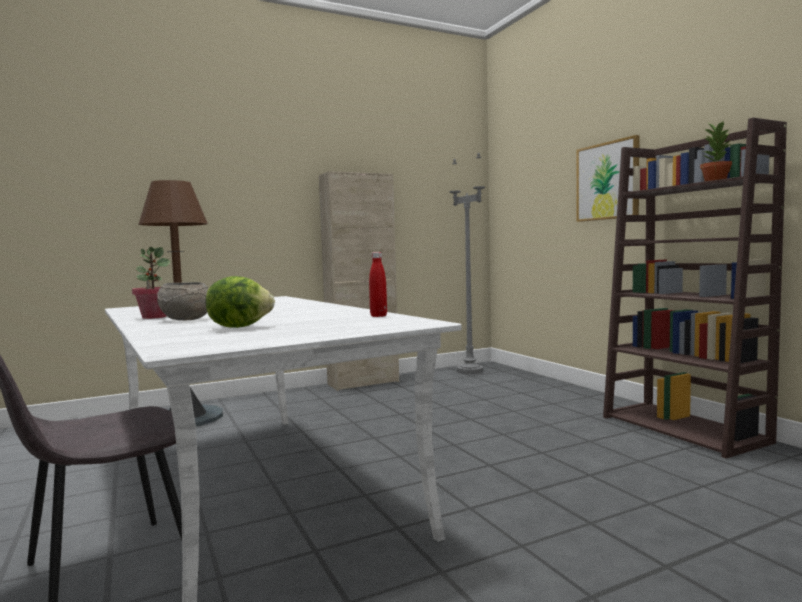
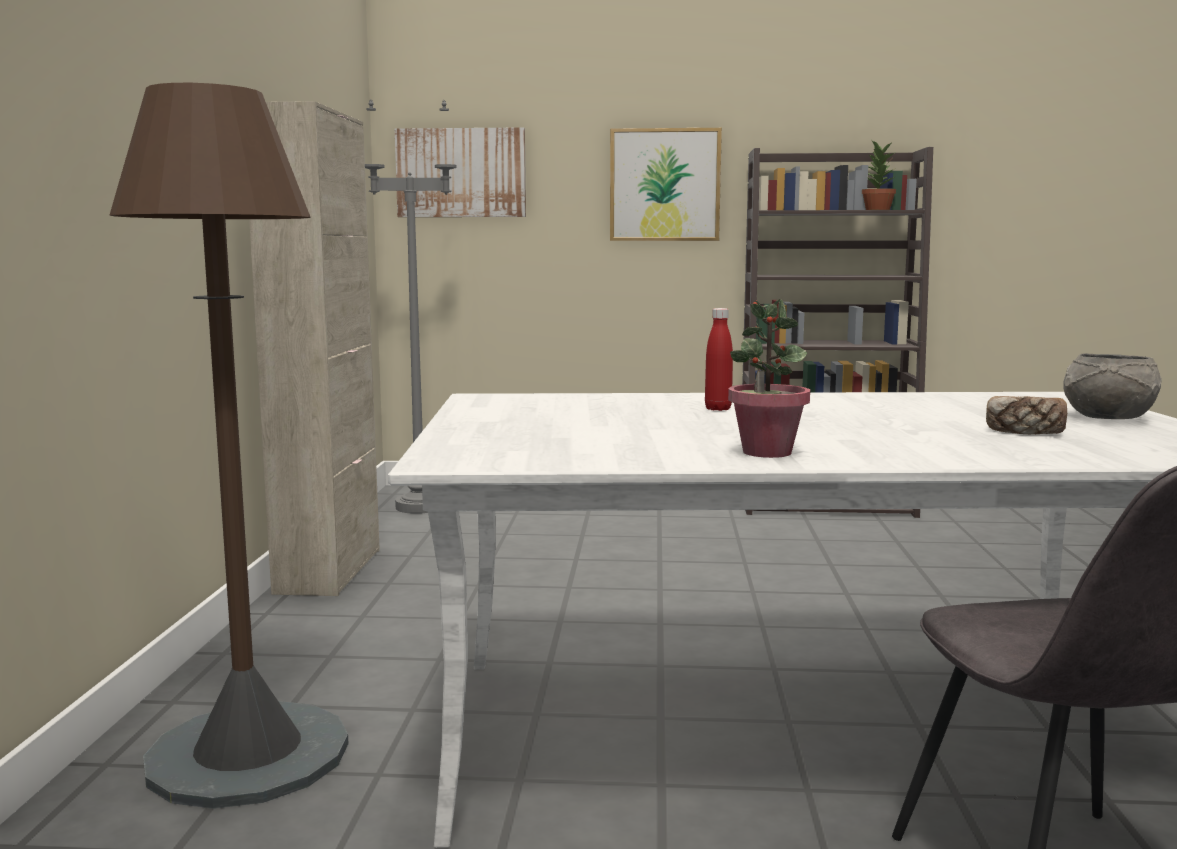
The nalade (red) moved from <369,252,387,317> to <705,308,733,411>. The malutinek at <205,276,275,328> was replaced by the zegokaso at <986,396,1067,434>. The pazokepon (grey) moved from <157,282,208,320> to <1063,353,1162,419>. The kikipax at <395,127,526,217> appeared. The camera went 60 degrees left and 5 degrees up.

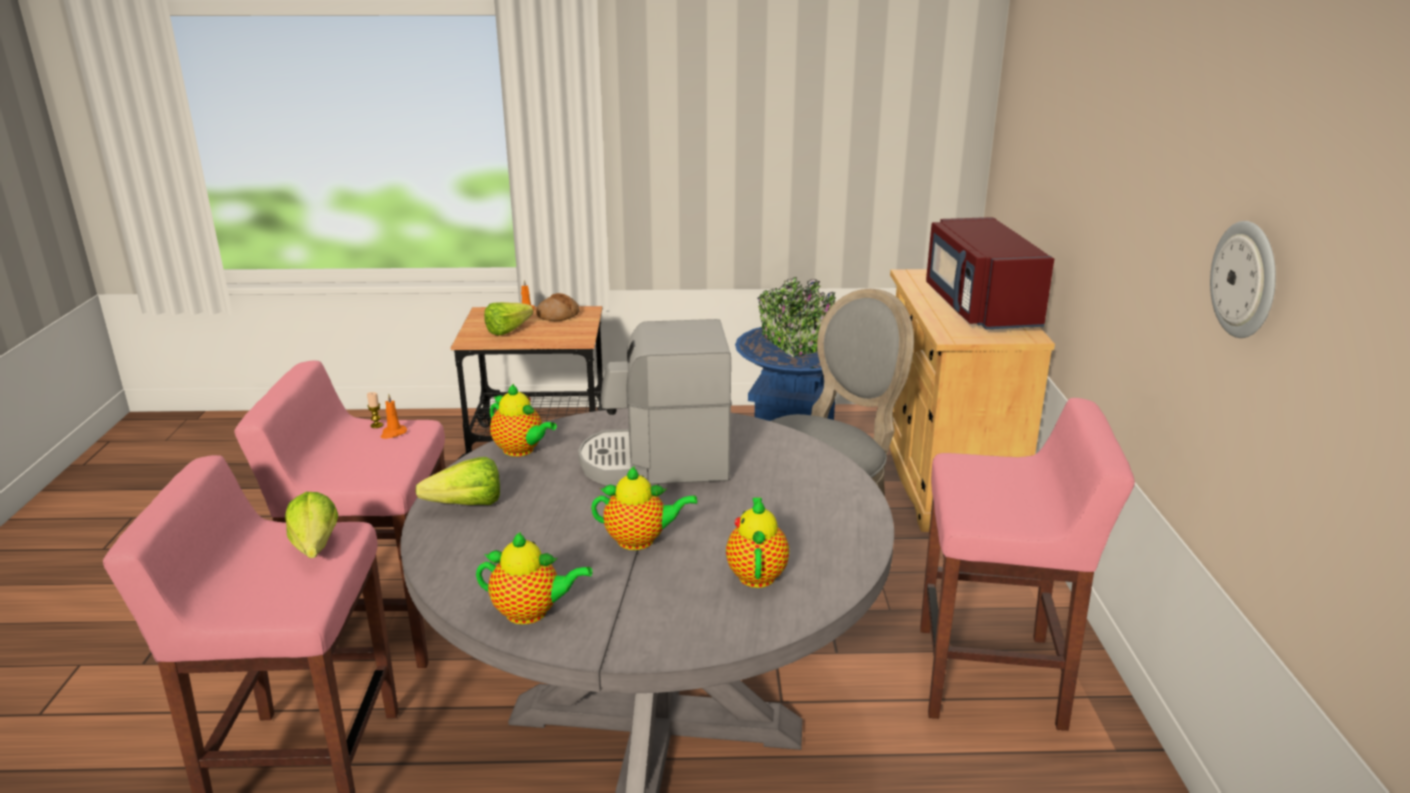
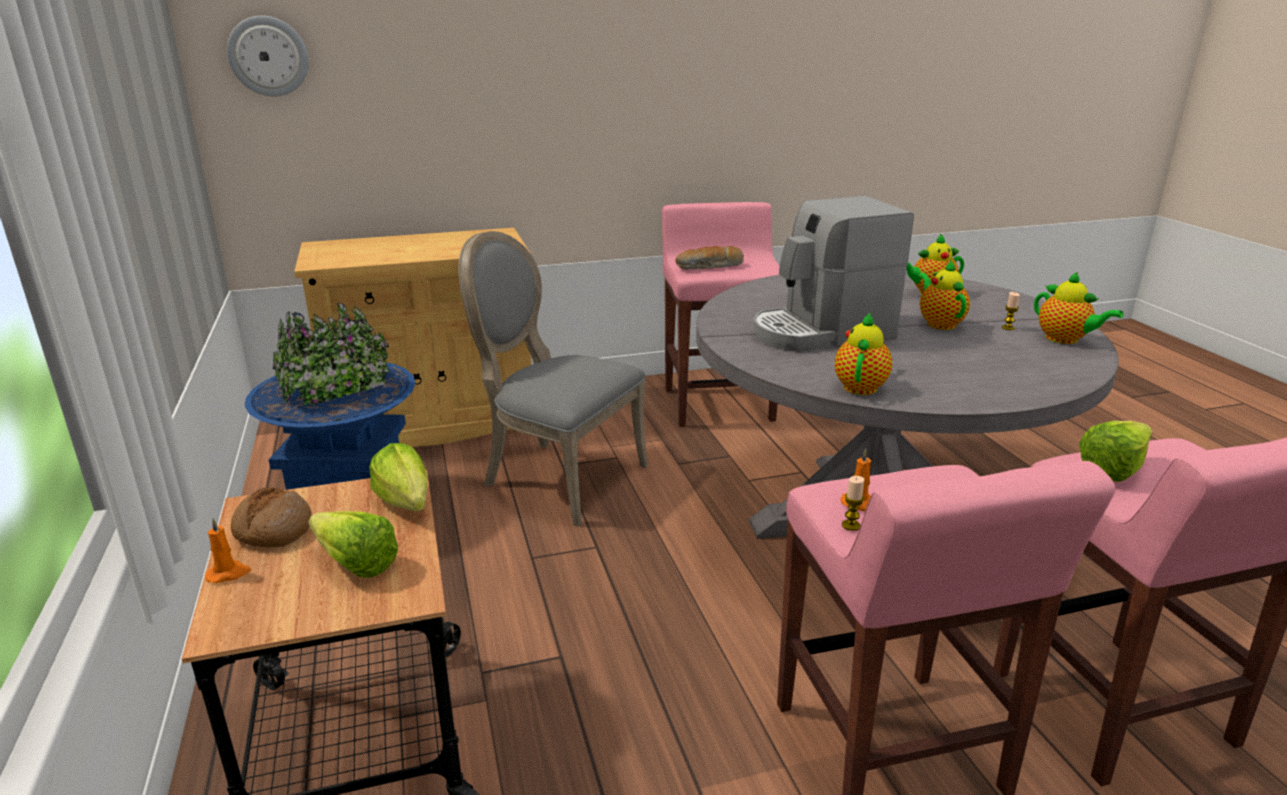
The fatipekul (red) at <926,217,1054,329> disappeared. The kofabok moved from <1210,221,1276,338> to <227,16,309,96>. The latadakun at <578,319,732,486> turned 90 degrees clockwise. The malutinek moved from <415,457,500,505> to <369,443,428,511>. The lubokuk at <476,532,593,624> turned 150 degrees clockwise. The zegokaso at <675,246,744,270> appeared. The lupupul at <1002,292,1020,330> appeared. The camera went 105 degrees left and 0 degrees up.

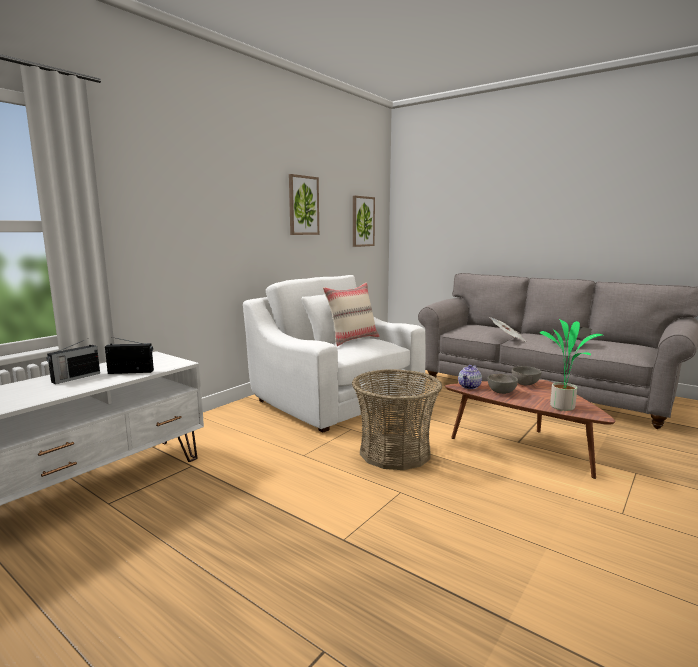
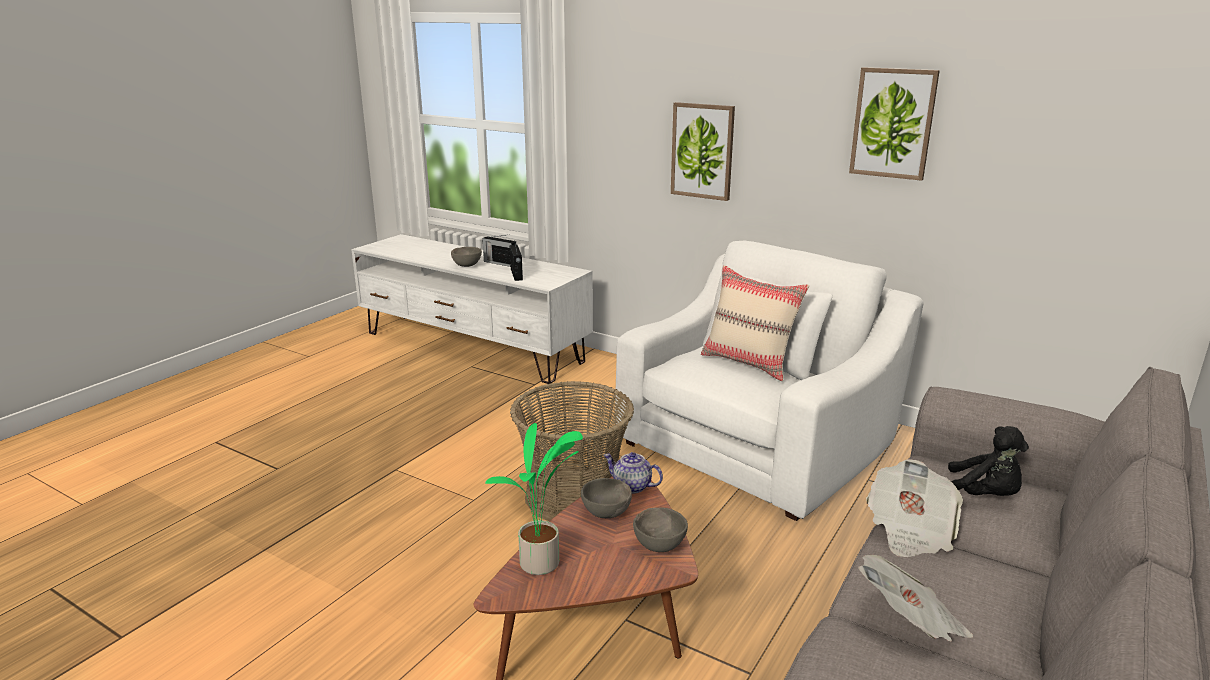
The kikipax moved from <353,196,375,247> to <671,102,735,201>. The pazokepon (grey) at <451,247,482,267> appeared. The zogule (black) at <948,426,1029,496> appeared. The camera went 85 degrees right and 10 degrees up.

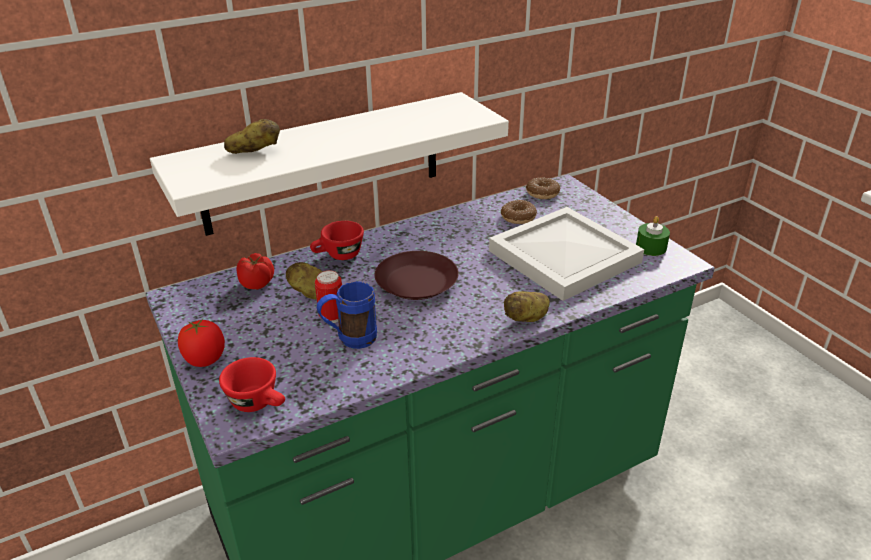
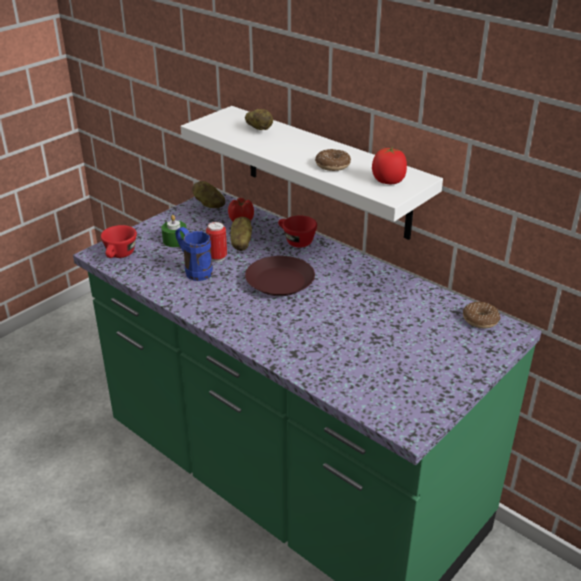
The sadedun moved from <501,200,537,224> to <315,149,351,171>. The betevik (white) at <489,207,644,301> disappeared. The lupupul (green) moved from <636,216,670,256> to <161,215,187,247>. The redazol moved from <504,291,550,322> to <192,181,225,208>. The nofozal moved from <178,318,225,367> to <372,147,407,184>. The camera went 70 degrees right and 0 degrees up.

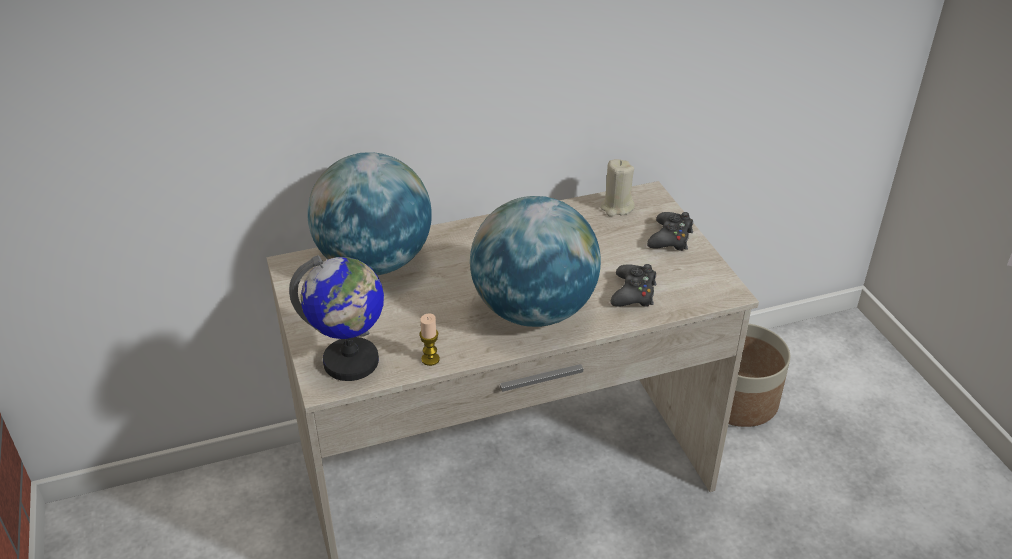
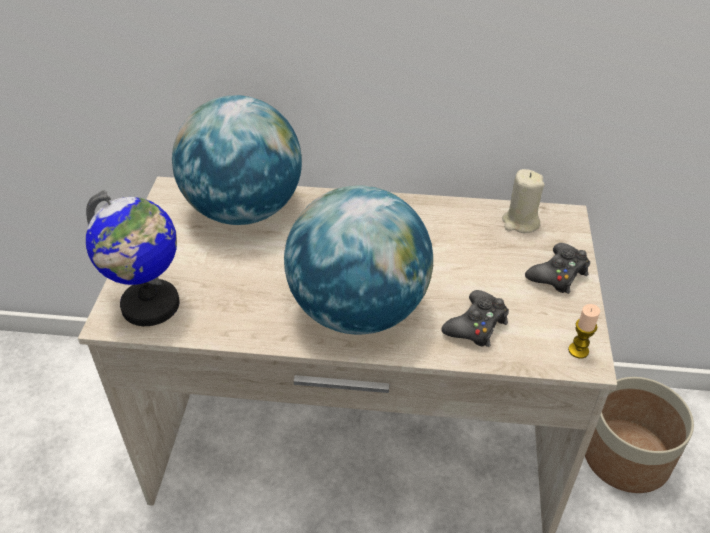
The lupupul moved from <419,313,440,366> to <568,304,600,359>. The camera went 25 degrees right and 5 degrees up.

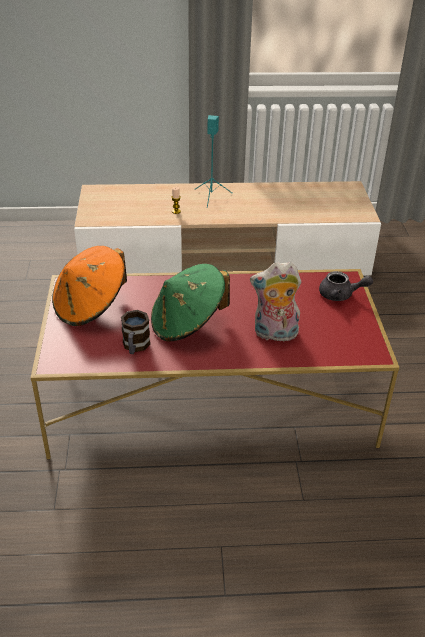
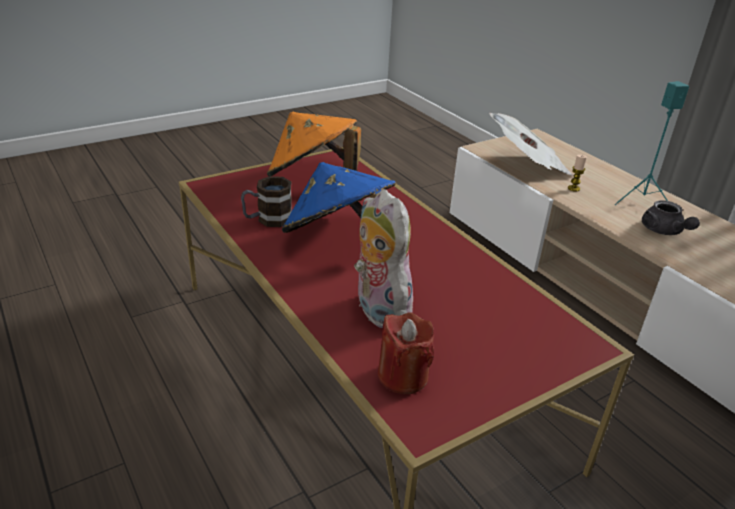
The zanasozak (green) at <151,264,230,342> became the zanasozak (blue) at <282,162,396,233>. The lubokuk (grey) moved from <319,271,373,301> to <642,200,700,235>. The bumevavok at <489,113,573,176> appeared. The lupupul (red) at <378,312,434,394> appeared. The camera went 60 degrees right and 5 degrees down.

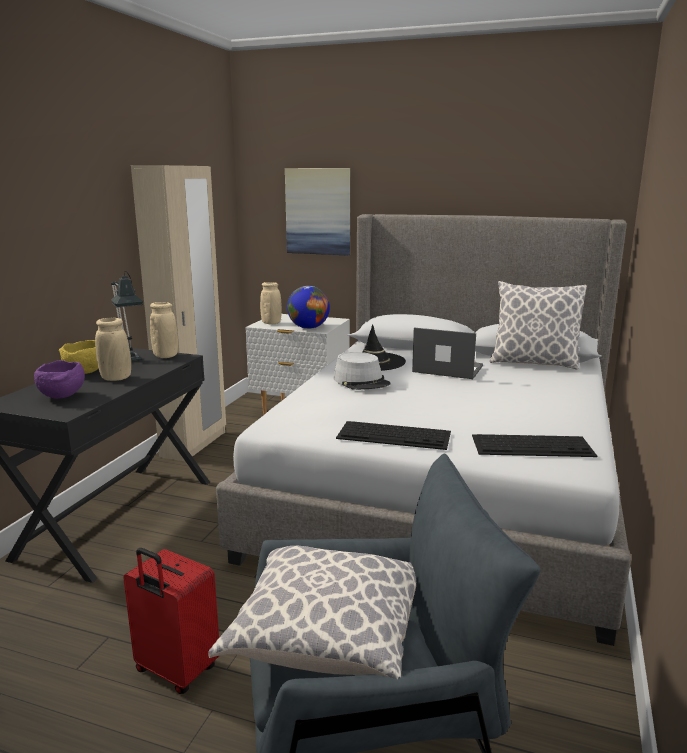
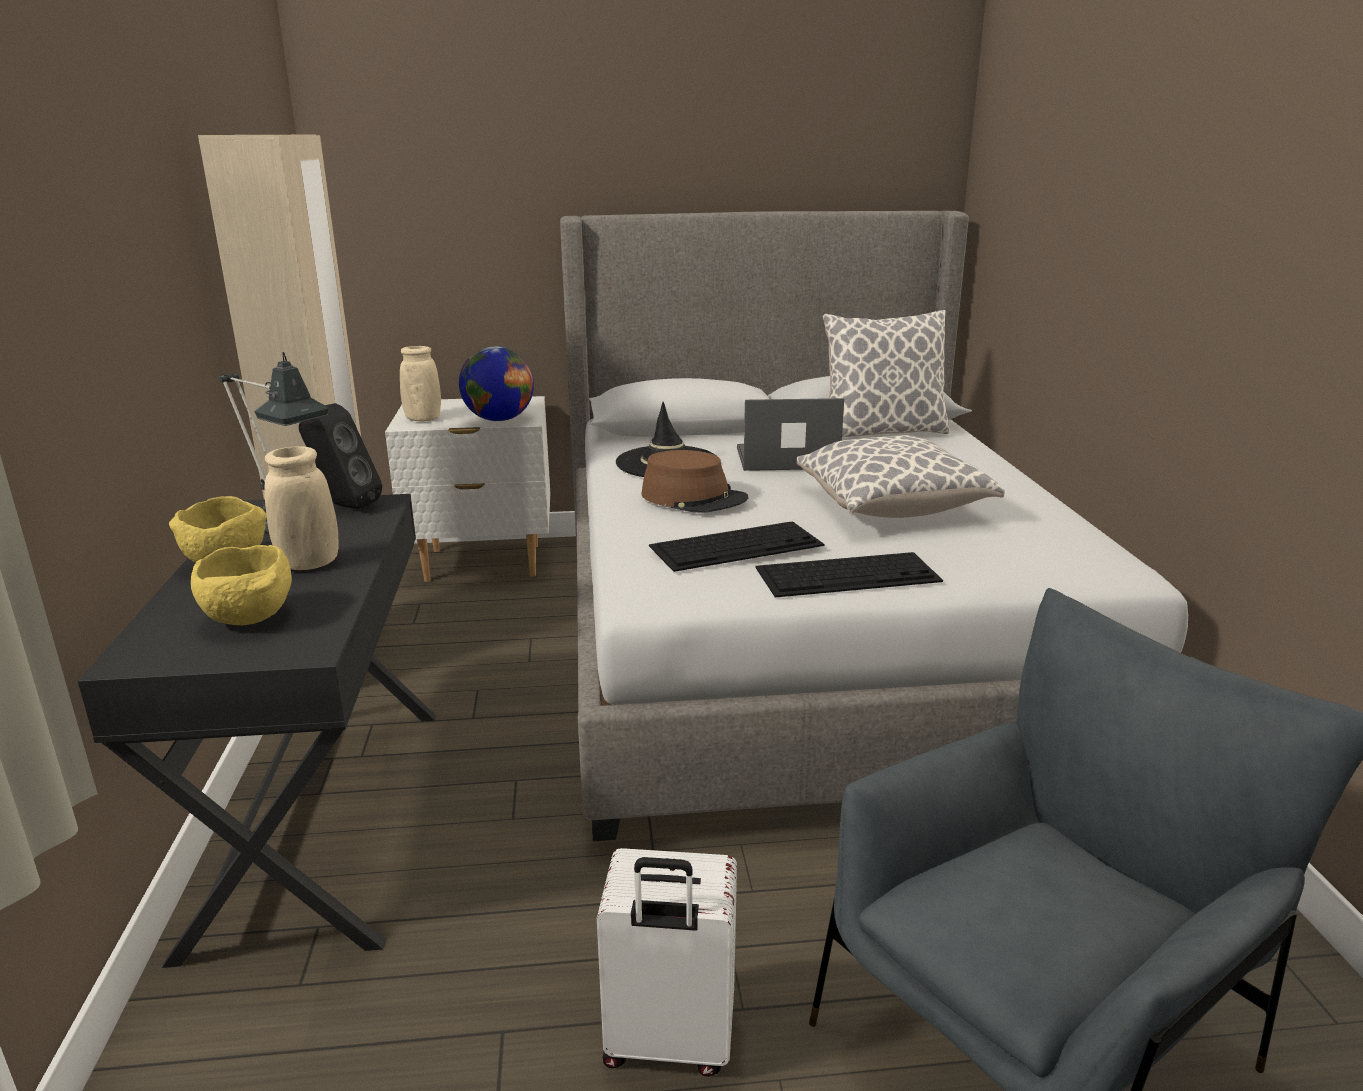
The kikipax at <285,168,350,255> disappeared. The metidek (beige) at <150,302,178,358> was replaced by the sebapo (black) at <299,403,382,509>. The zanasozak (grey) at <333,352,391,390> became the zanasozak (brown) at <641,450,748,513>. The pazokepon (purple) at <34,360,85,399> became the pazokepon (yellow) at <191,545,292,625>. The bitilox moved from <472,434,597,457> to <649,521,825,572>. The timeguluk moved from <208,546,416,679> to <797,435,1004,518>. The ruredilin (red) at <123,548,219,694> became the ruredilin (white) at <597,848,737,1077>. The camera went 25 degrees left and 5 degrees up.

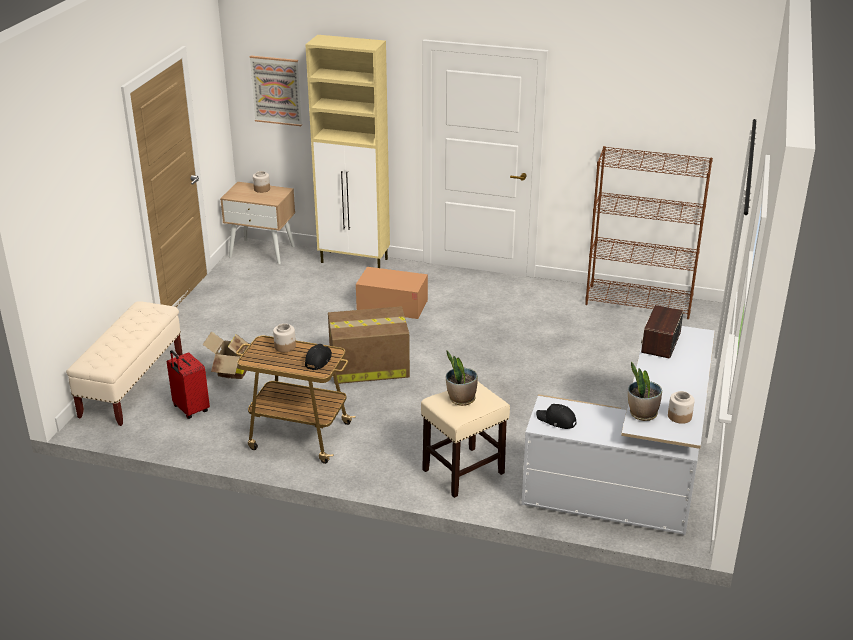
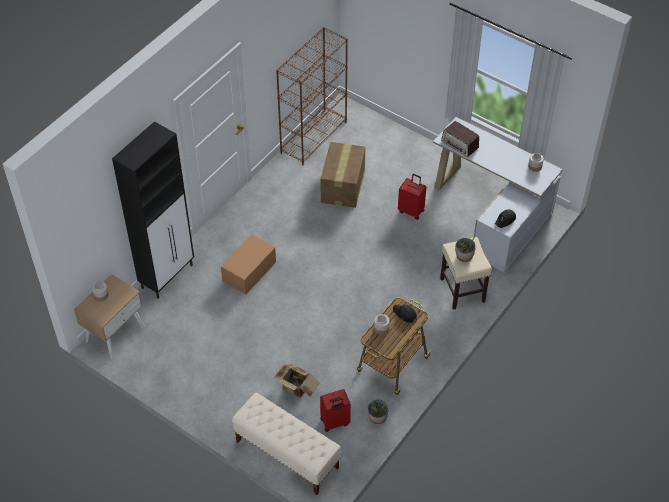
The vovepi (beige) at <305,35,390,268> became the vovepi (black) at <112,121,194,299>. The kikipax at <249,56,302,126> disappeared. The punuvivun moved from <328,306,410,384> to <320,142,365,208>. The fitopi moved from <628,362,662,421> to <368,399,388,425>. The ruredilin (red) at <398,174,426,220> appeared. The camera went 70 degrees left and 20 degrees up.

